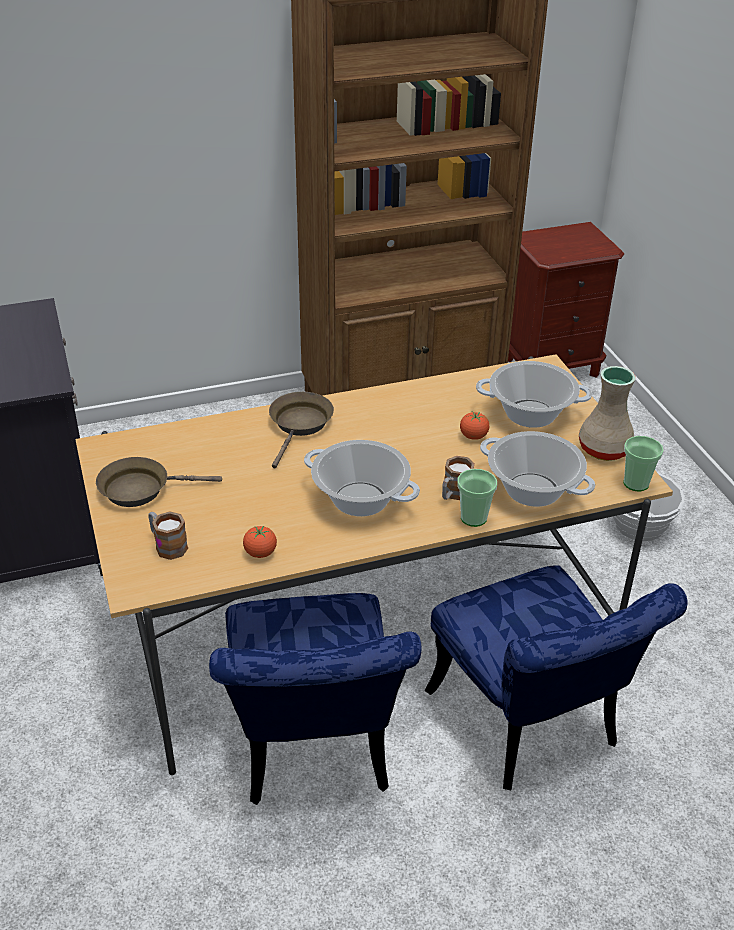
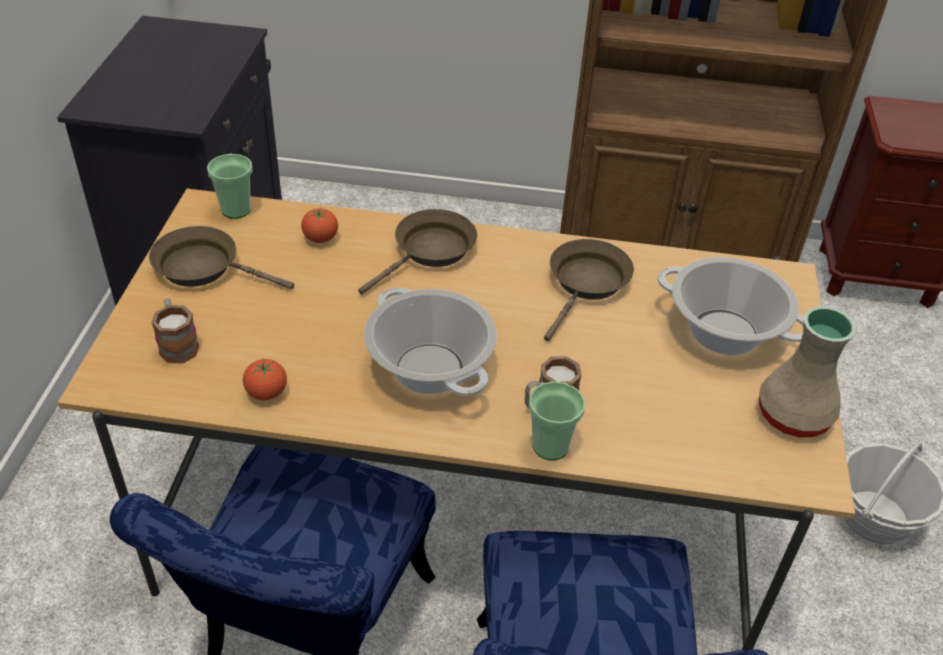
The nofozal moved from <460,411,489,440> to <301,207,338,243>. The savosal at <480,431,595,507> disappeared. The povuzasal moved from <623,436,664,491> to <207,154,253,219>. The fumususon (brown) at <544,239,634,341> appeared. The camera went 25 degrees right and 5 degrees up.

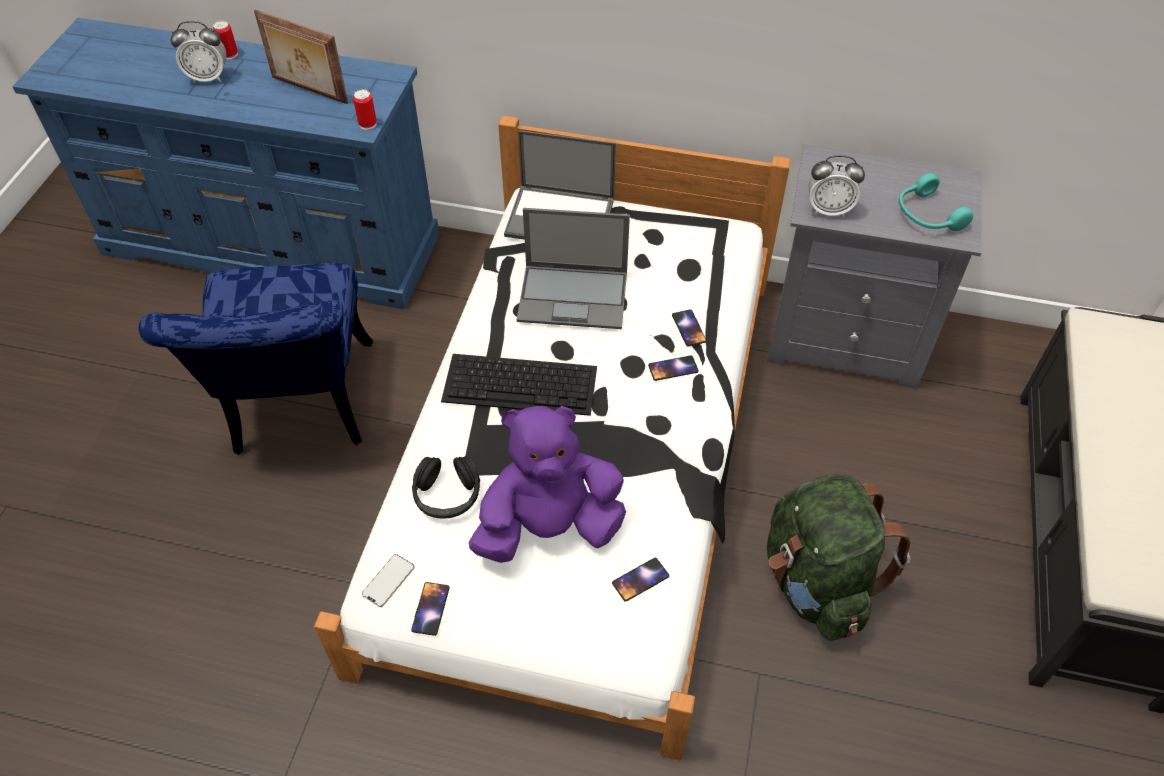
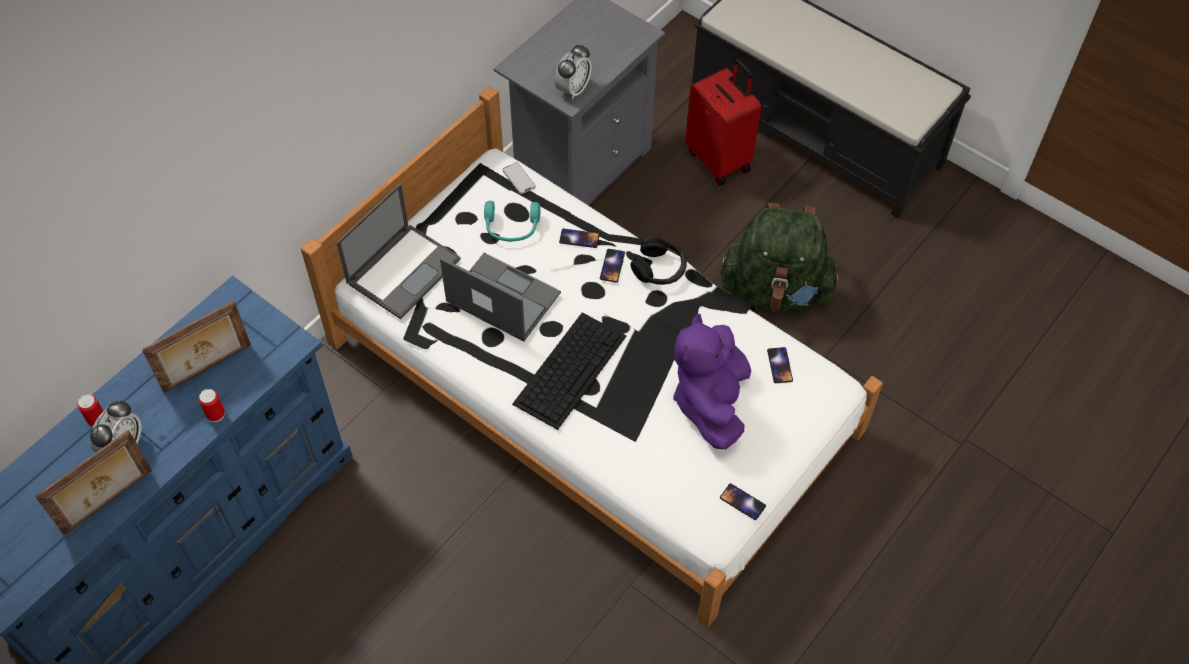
The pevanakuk moved from <353,89,377,130> to <199,389,225,422>. The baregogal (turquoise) moved from <899,173,973,231> to <484,201,540,242>. The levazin at <517,208,630,329> turned 90 degrees counterclockwise. The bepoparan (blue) at <139,263,373,455> disappeared. The baregogal (black) moved from <412,456,480,519> to <630,237,687,285>. The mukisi moved from <362,554,415,607> to <503,162,536,194>. The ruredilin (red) at <685,59,761,185> appeared. The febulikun at <35,430,152,535> appeared. The camera went 65 degrees left and 5 degrees up.

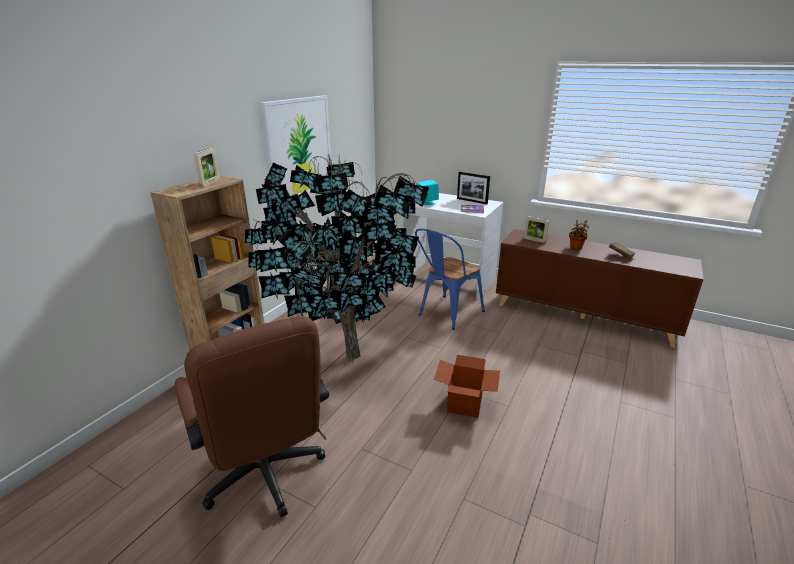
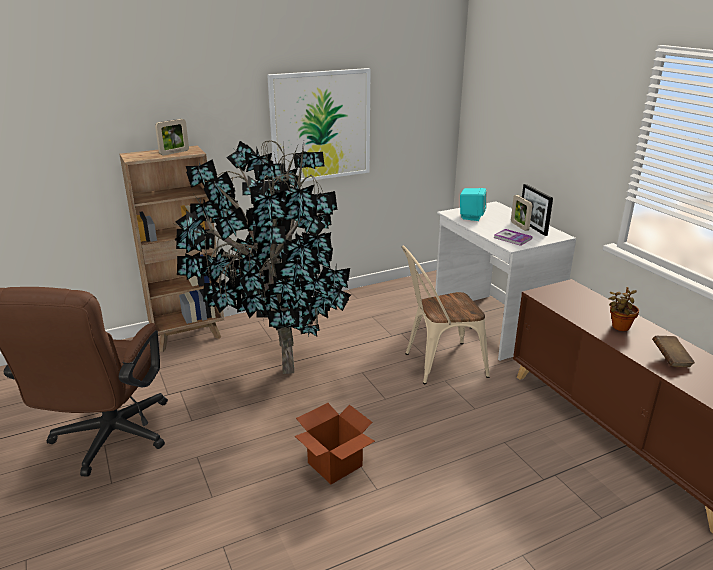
The febulikun moved from <523,216,549,243> to <511,195,532,231>. The bepoparan (blue) at <415,229,485,330> became the bepoparan (beige) at <402,246,490,384>. The camera went 35 degrees right and 0 degrees up.

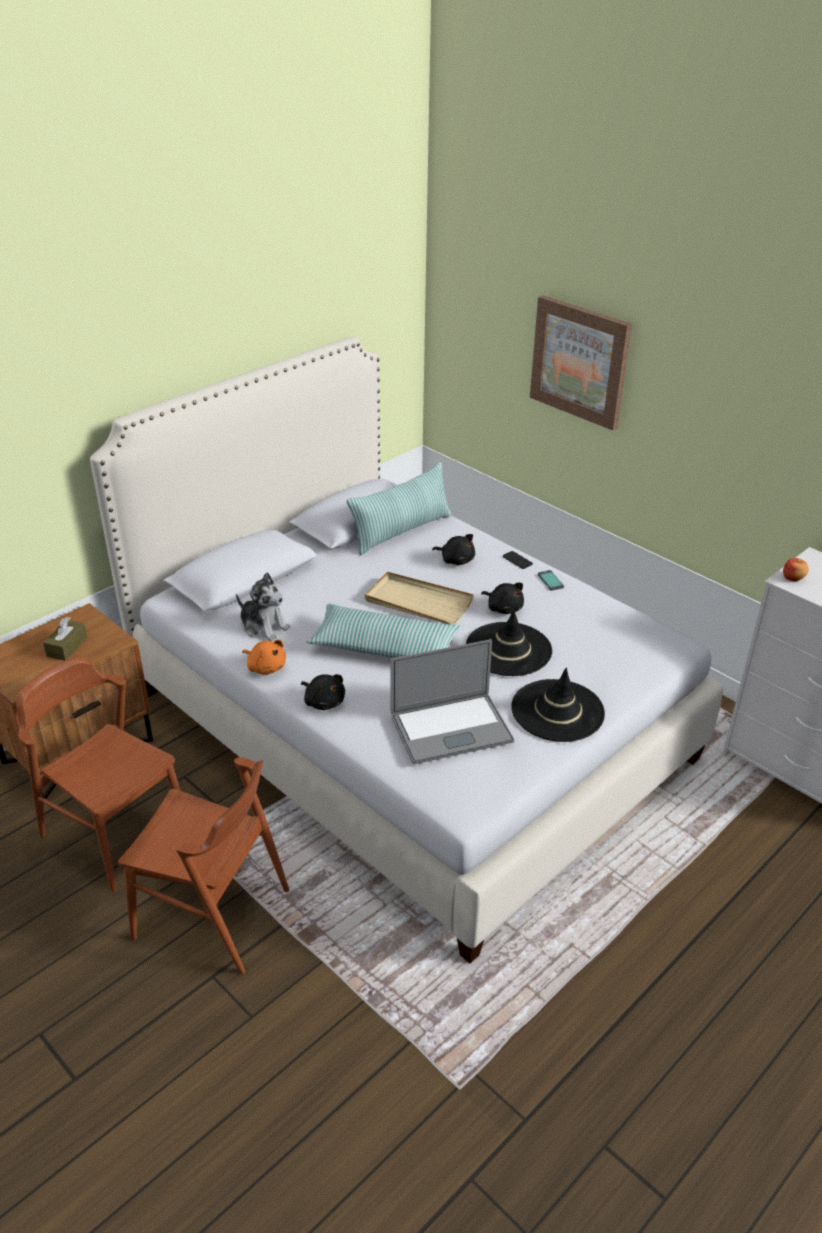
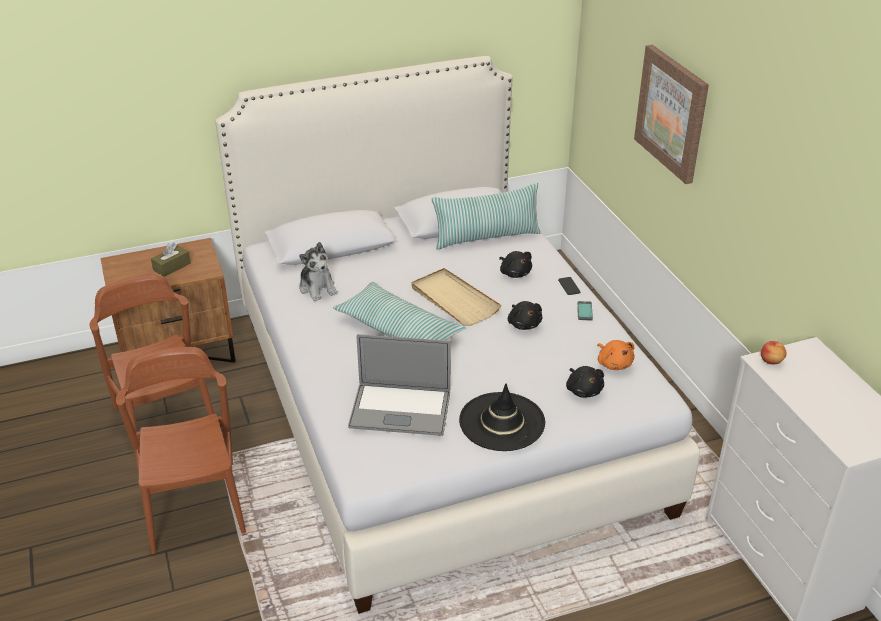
The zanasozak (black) at <466,608,552,676> disappeared. The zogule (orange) moved from <242,640,286,675> to <597,340,635,370>. The zogule (black) moved from <301,674,345,710> to <566,366,604,397>. The bepoparan (brown) at <118,757,289,974> turned 150 degrees counterclockwise. The camera went 25 degrees right and 0 degrees up.

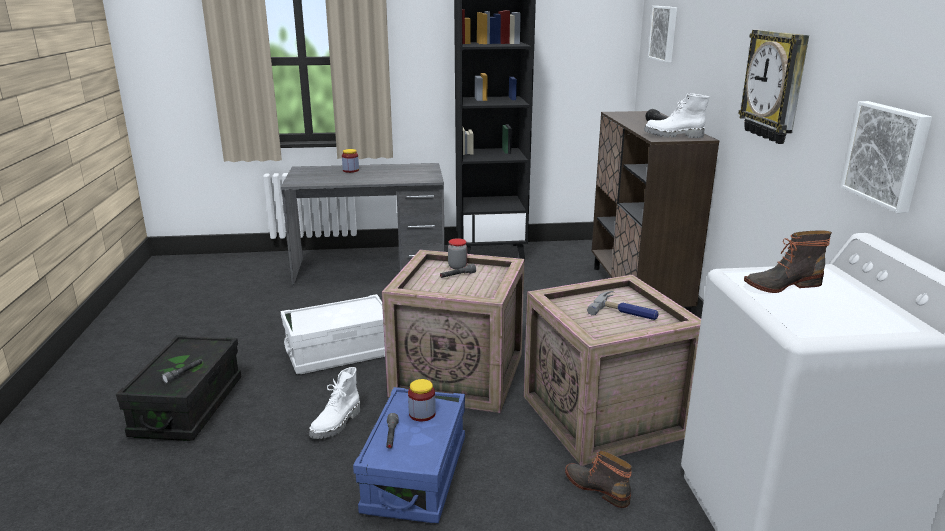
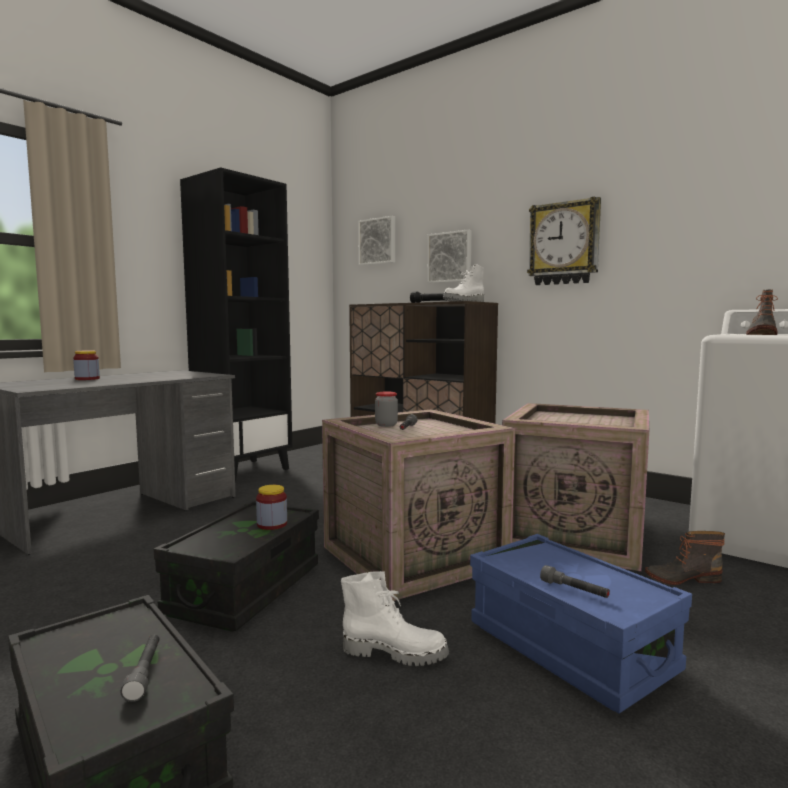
The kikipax moved from <841,101,932,213> to <427,229,472,283>. The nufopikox at <587,291,659,320> disappeared. The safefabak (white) at <281,294,385,374> became the safefabak (black) at <154,501,319,632>. The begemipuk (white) at <309,367,360,439> turned 60 degrees counterclockwise. The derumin moved from <408,379,436,421> to <256,485,287,530>. The camera went 45 degrees left and 15 degrees down.

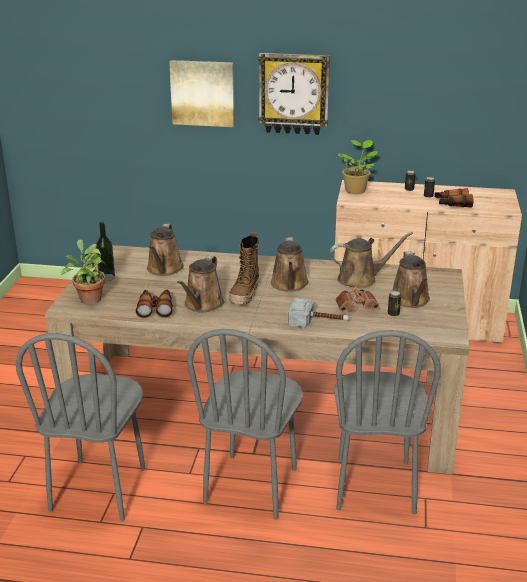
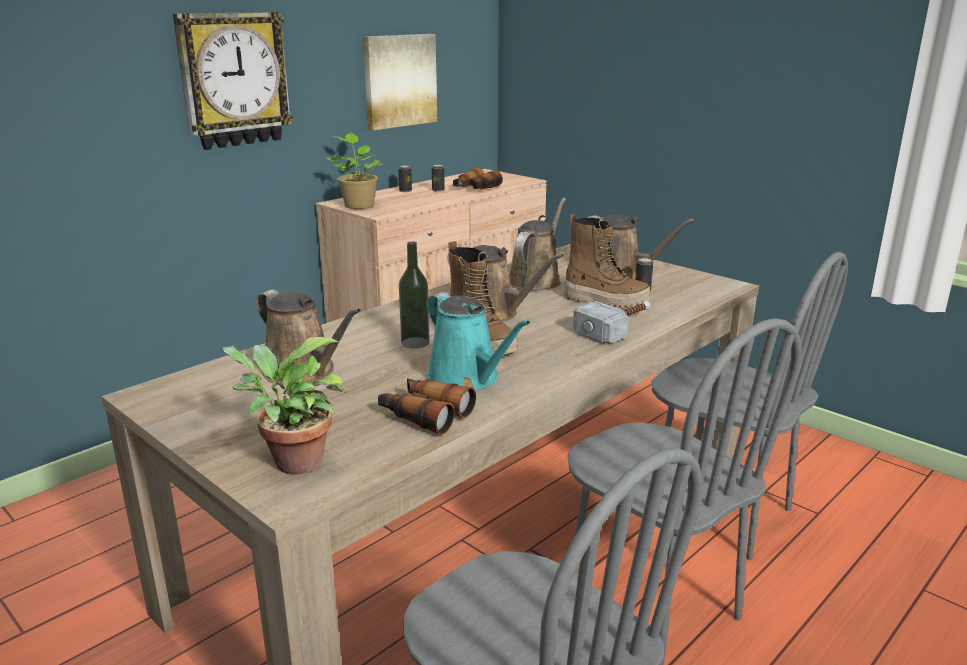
The kikipax moved from <169,60,235,127> to <363,34,437,130>. The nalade moved from <96,222,115,281> to <399,241,430,349>. The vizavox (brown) at <177,256,224,312> became the vizavox (turquoise) at <427,292,531,391>. The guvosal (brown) at <336,287,379,312> was replaced by the begemipuk at <564,214,650,308>. The camera went 55 degrees left and 5 degrees down.

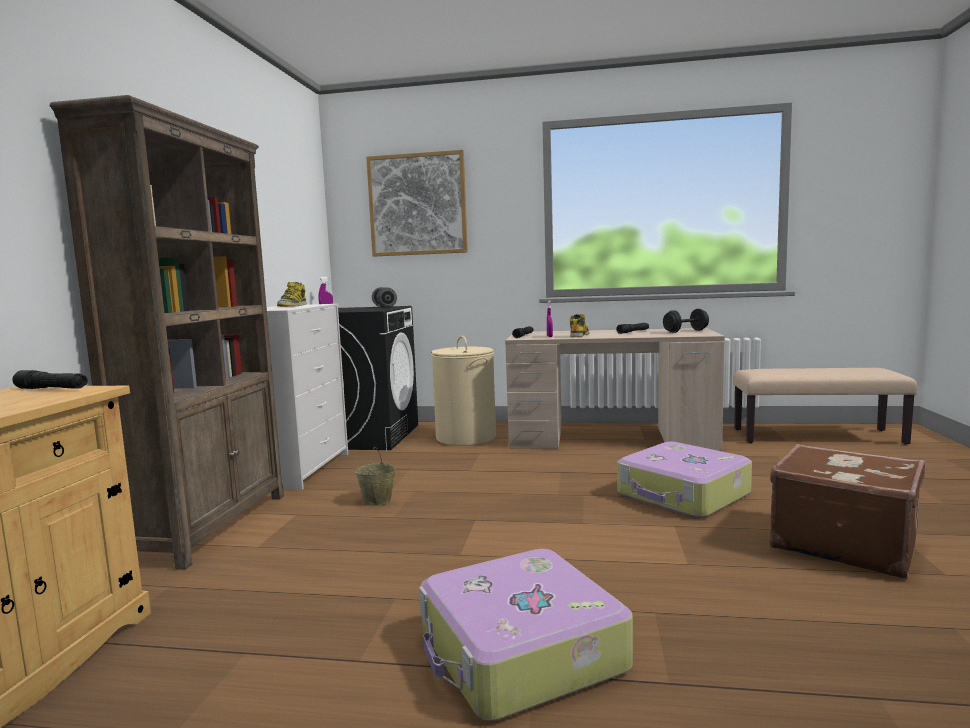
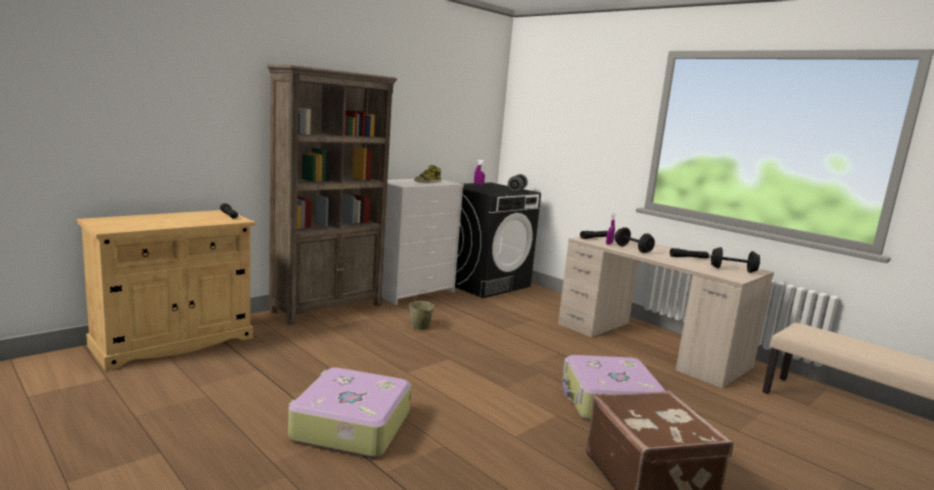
The kikipax at <366,150,468,256> disappeared. The begemipuk at <570,314,589,337> was replaced by the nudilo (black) at <615,227,655,253>. The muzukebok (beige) at <431,336,496,446> disappeared. The camera went 35 degrees right and 5 degrees up.

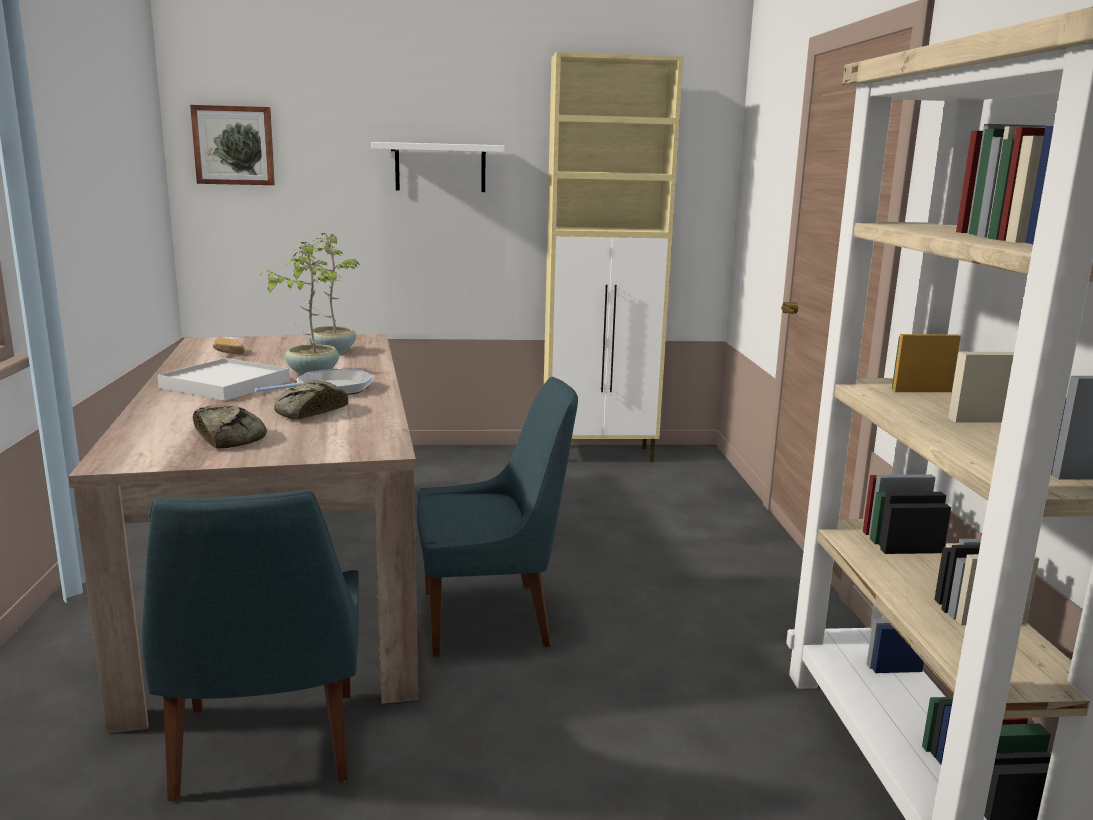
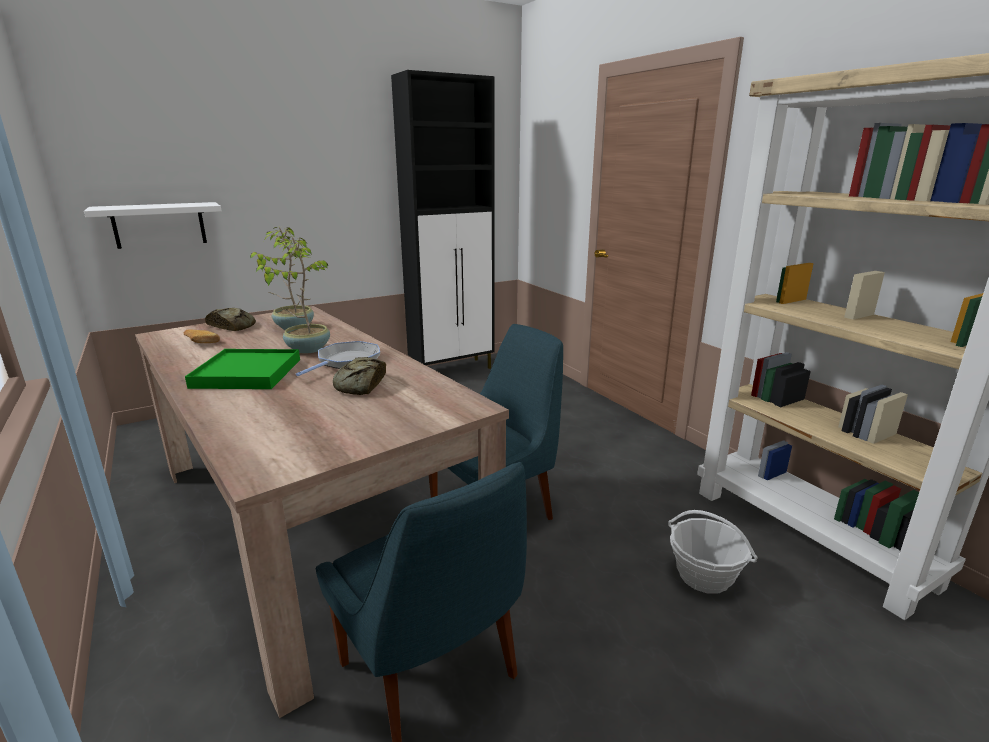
The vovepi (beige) at <544,52,684,462> became the vovepi (black) at <391,70,494,369>. The kikipax at <190,105,275,185> disappeared. The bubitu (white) moved from <371,142,504,192> to <84,202,221,249>. The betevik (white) at <157,358,290,401> became the betevik (green) at <185,349,300,389>. The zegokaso moved from <193,405,267,448> to <205,308,256,331>. The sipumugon at <668,510,758,594> appeared. The camera went 25 degrees left and 5 degrees up.

